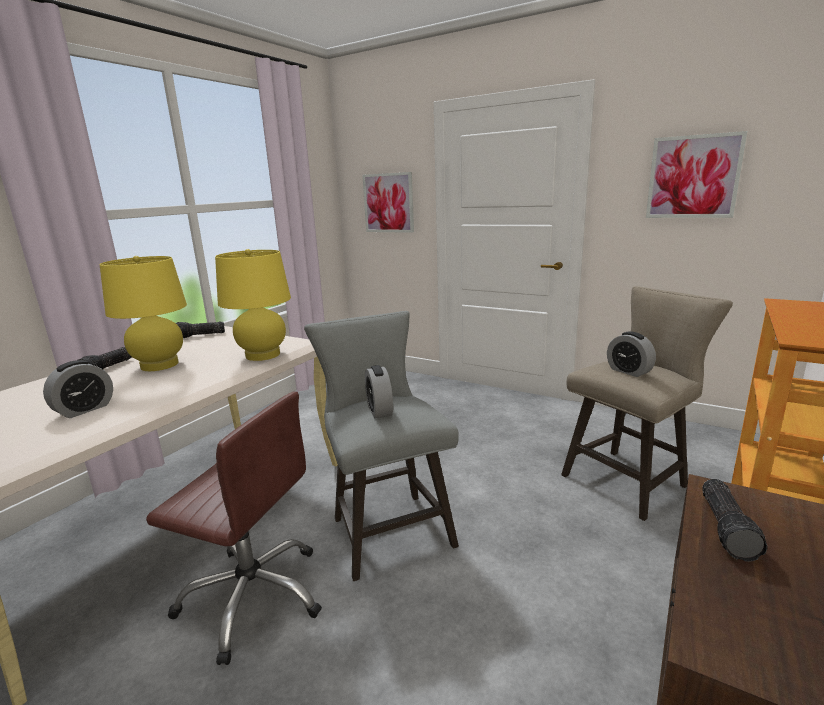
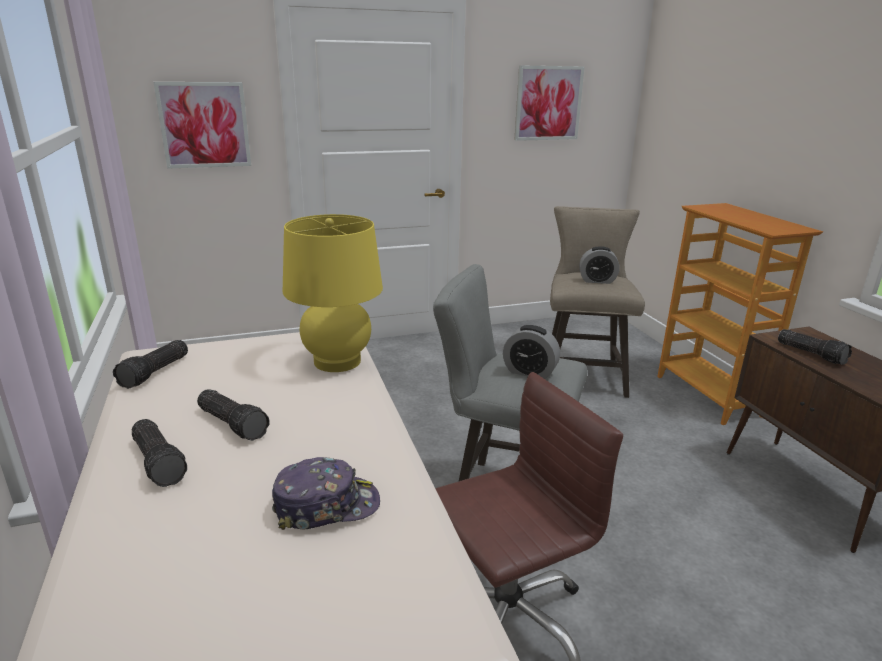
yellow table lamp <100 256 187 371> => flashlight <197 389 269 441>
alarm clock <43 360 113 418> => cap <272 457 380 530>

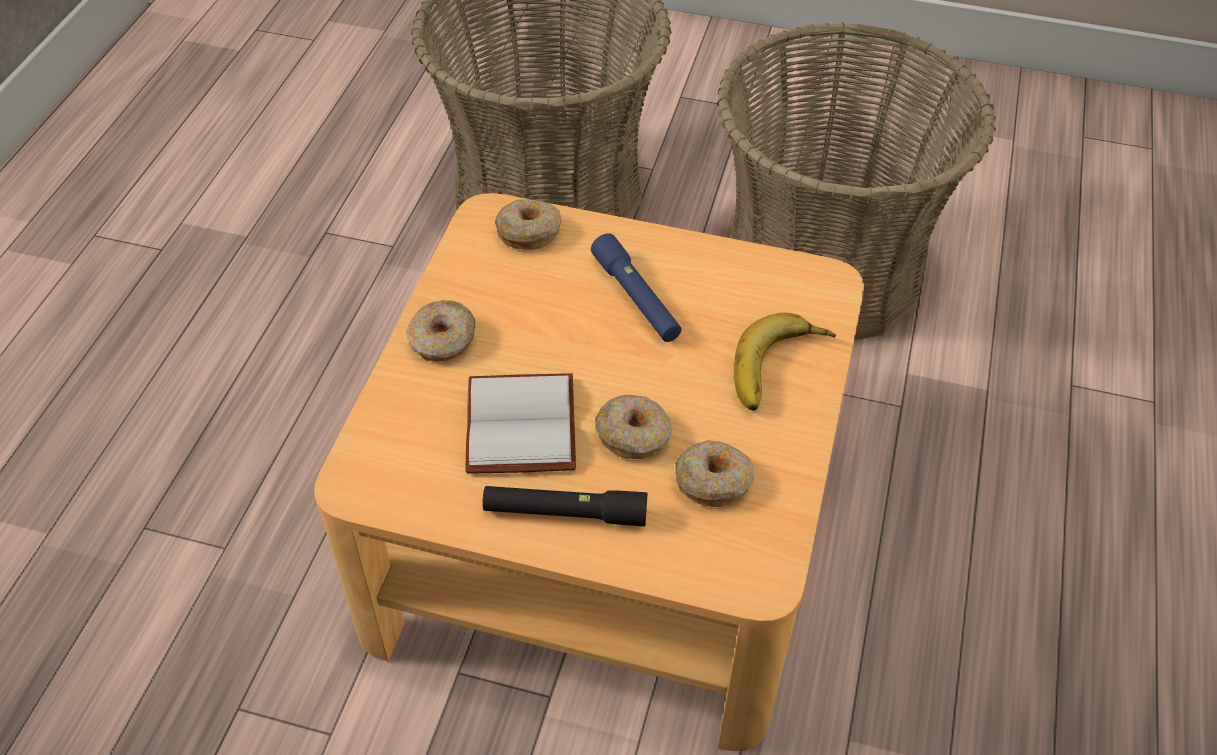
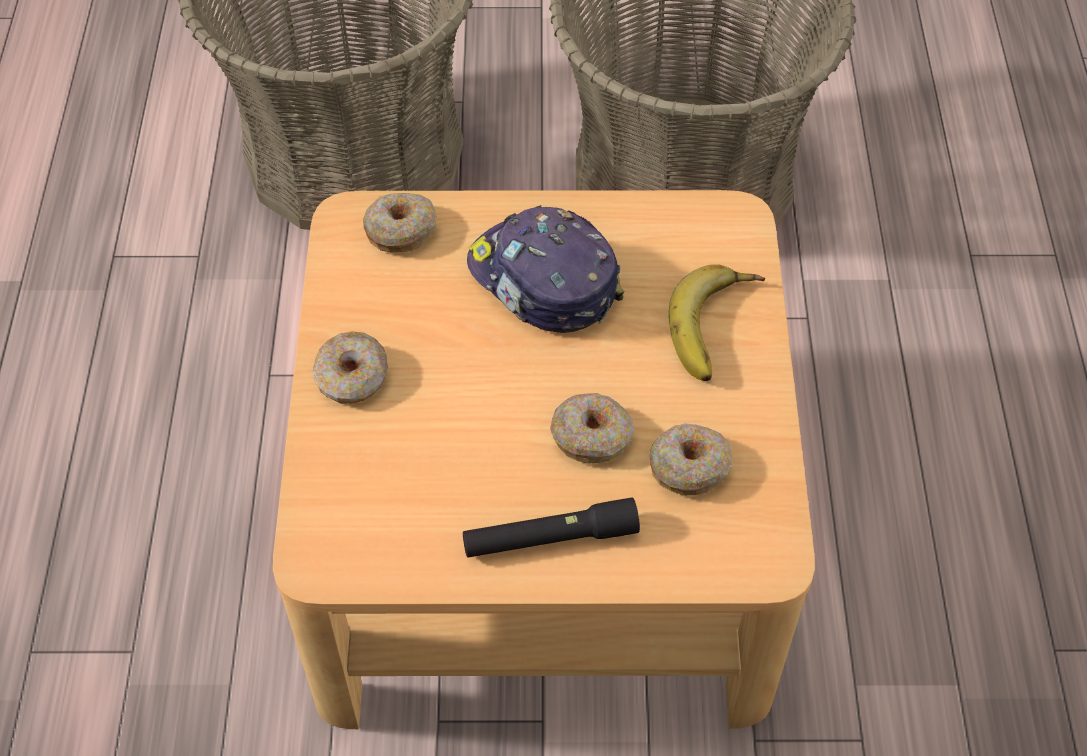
blue flashlight <591 233 682 342> => cap <467 205 625 333>
white book <465 373 576 474> => nothing

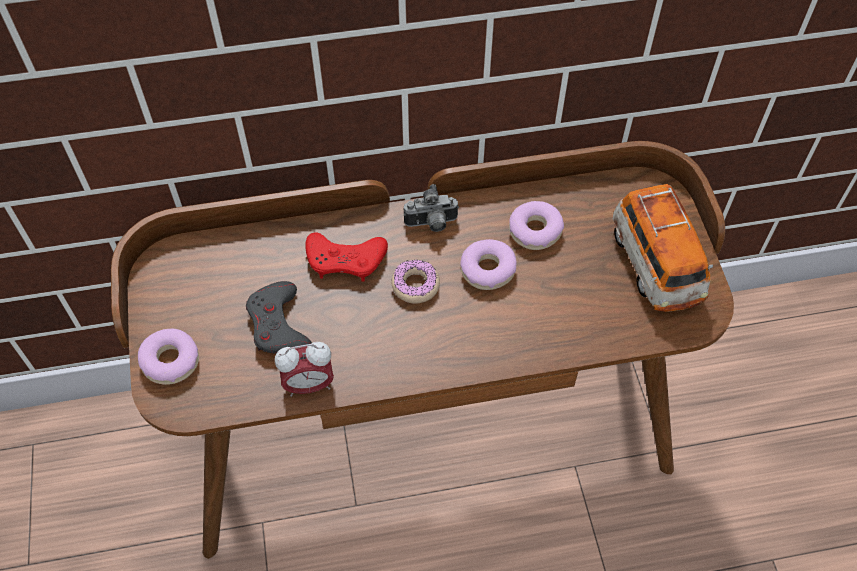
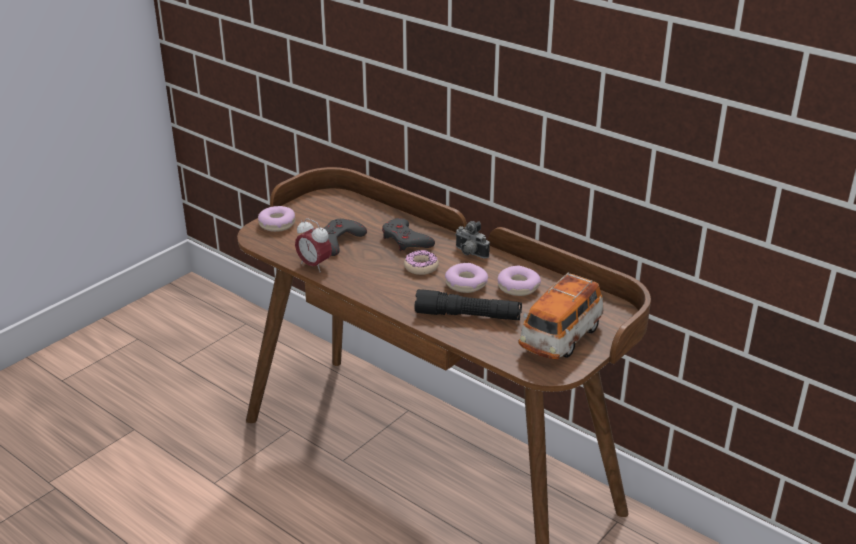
red game controller <305 233 388 282> => grey game controller <382 218 435 251>
nothing => black flashlight <415 289 522 320>

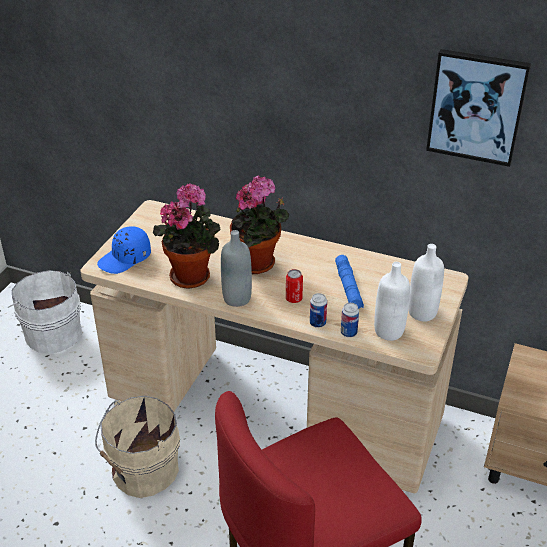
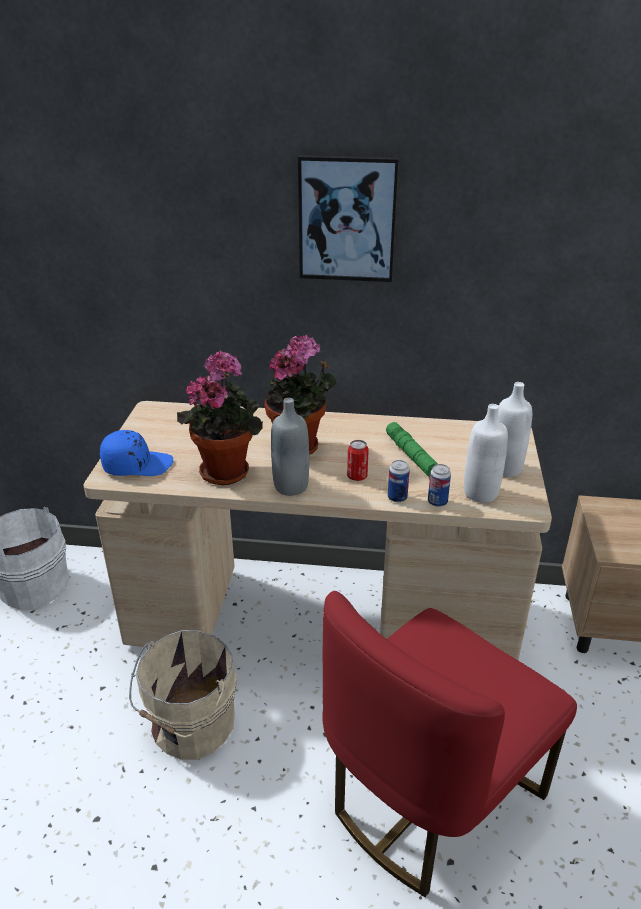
blue cap <97 226 151 274> => blue cap <100 430 173 476>, 135 degrees counterclockwise
picture <426 49 531 167> => picture <298 155 399 282>, move
blue flashlight <335 255 364 309> => green flashlight <386 422 438 477>

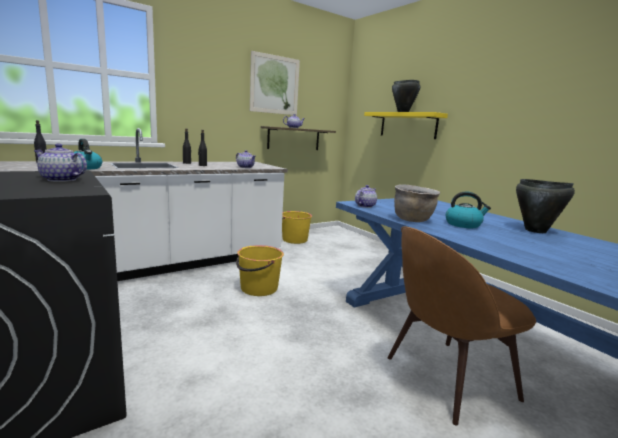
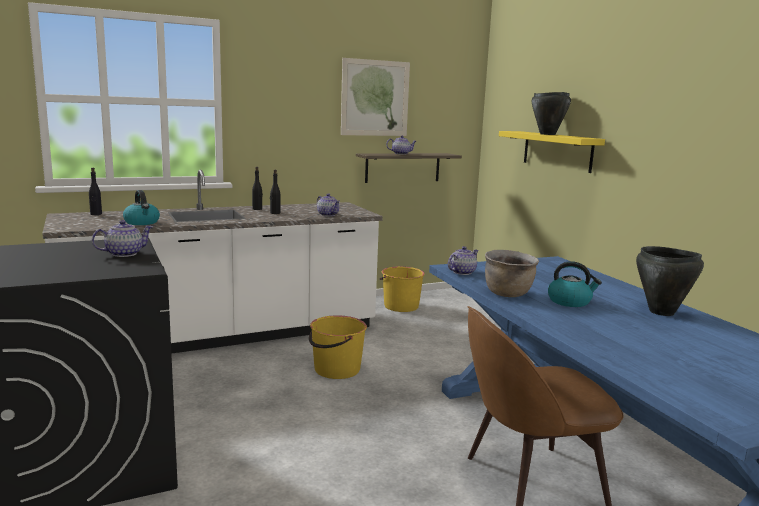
teapot <34 144 87 182> => teapot <92 220 153 257>, 120 degrees clockwise

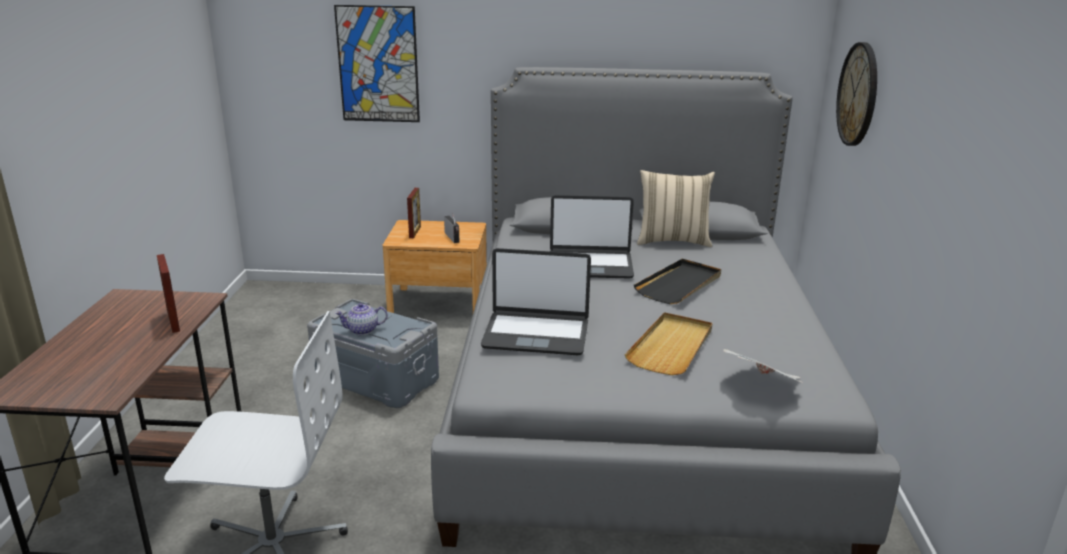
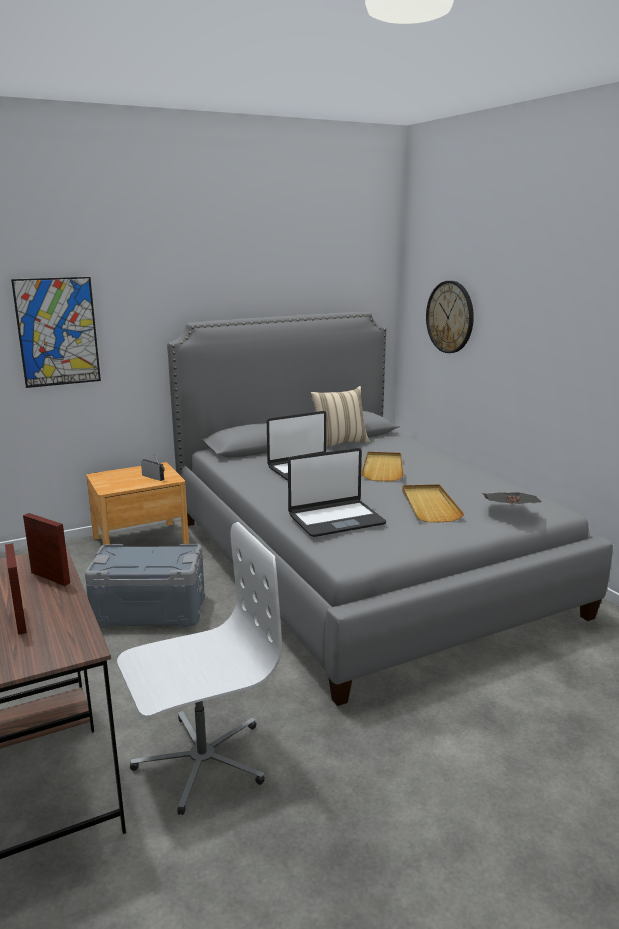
picture frame <407 188 421 238> => picture frame <5 543 27 635>, move
black tray <634 259 721 304> => beige tray <361 452 404 481>
teapot <335 303 388 335> => nothing

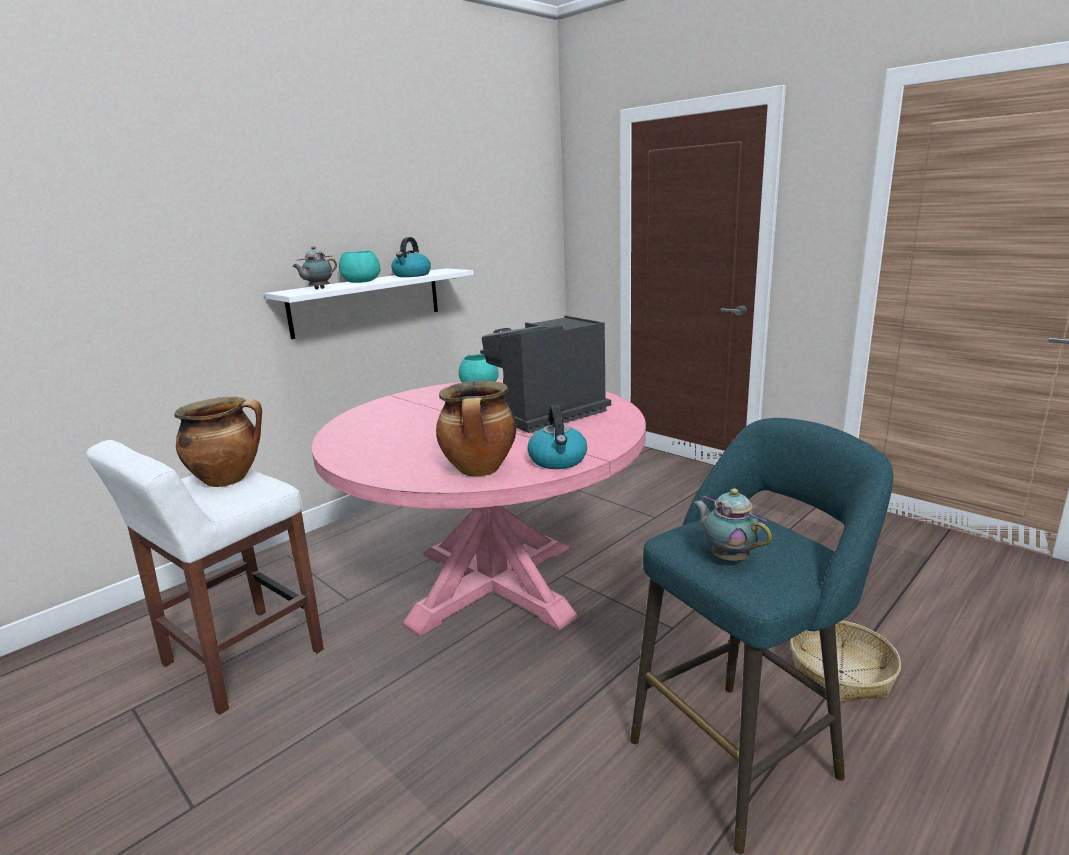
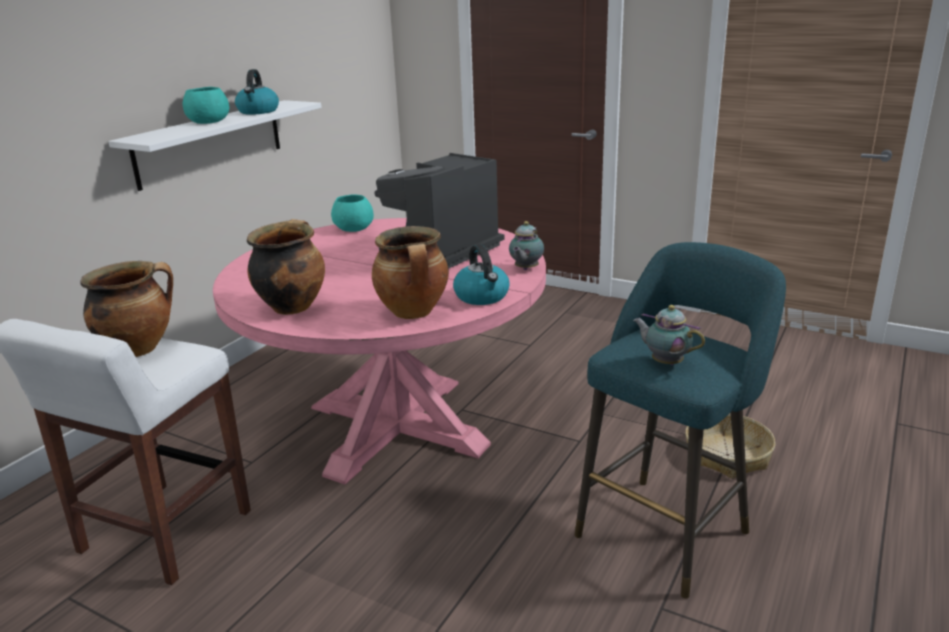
nothing => cooking pot <247 219 325 315>
teapot <292 246 337 290> => teapot <509 221 544 270>, move

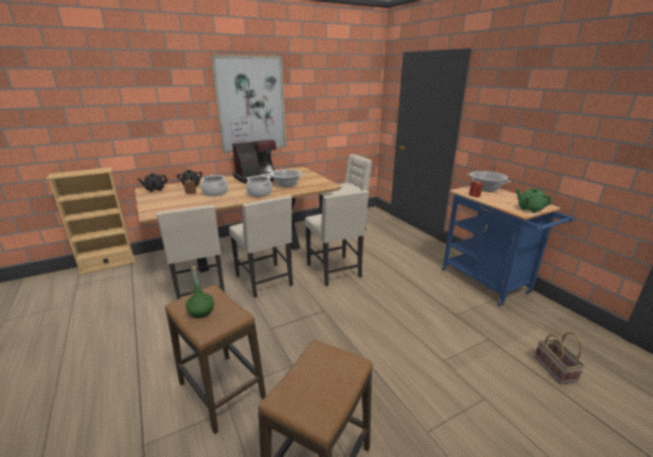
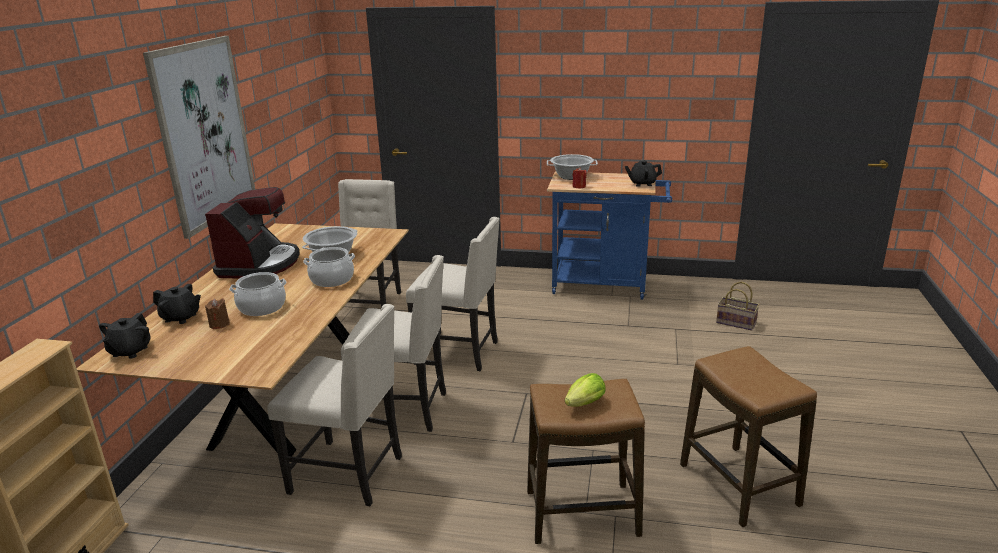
green bottle <186 266 214 318> => lettuce <565 373 606 407>
green teapot <516 189 552 213> => black teapot <625 161 662 187>

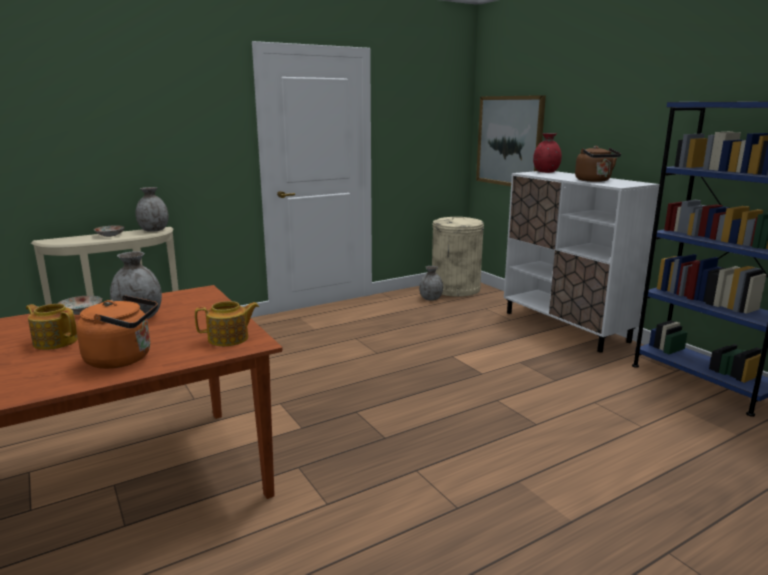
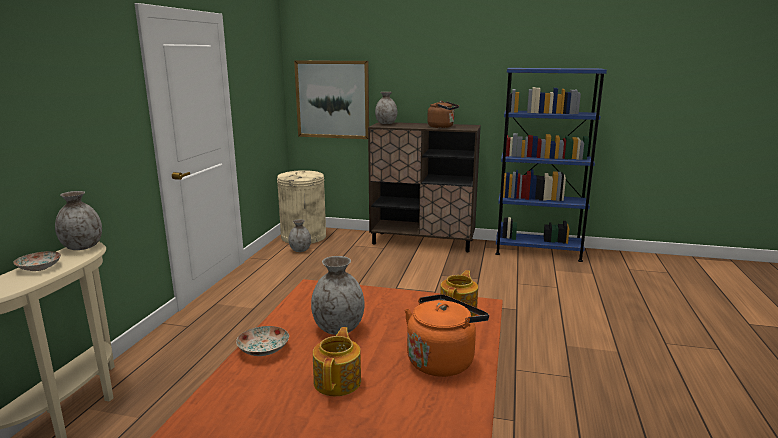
teapot <26 304 78 350> => teapot <313 327 361 396>, 120 degrees clockwise
white cabinet <504 171 659 353> => brown cabinet <368 122 481 252>
red vase <533 133 562 173> => grey vase <375 92 397 124>

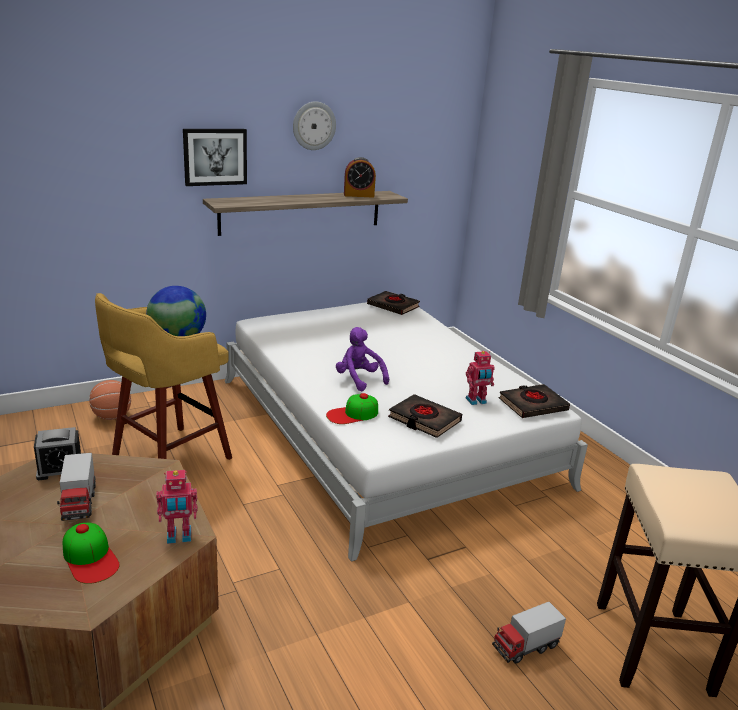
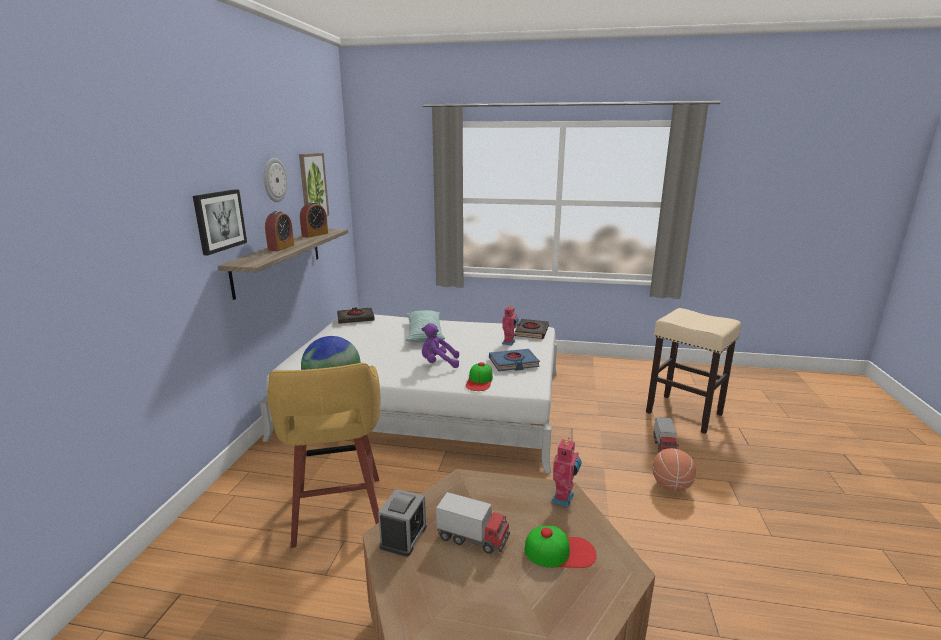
nothing => alarm clock <265 211 294 251>
nothing => picture <299 153 329 216>
nothing => pillow <406 310 445 342>
black book <388 394 462 438> => blue book <489 349 540 371>
basketball <89 380 131 420> => basketball <652 448 696 491>, move

